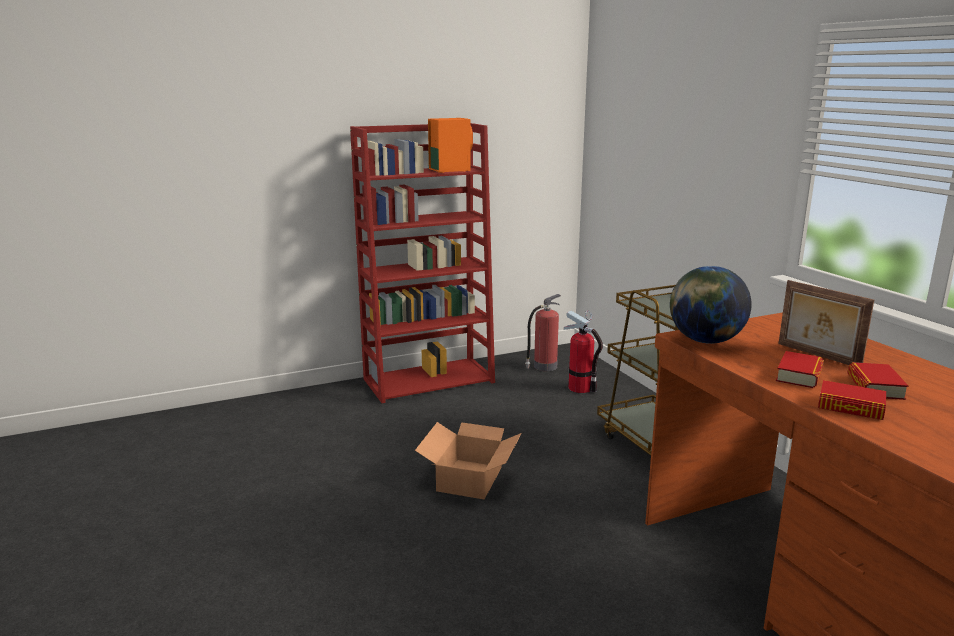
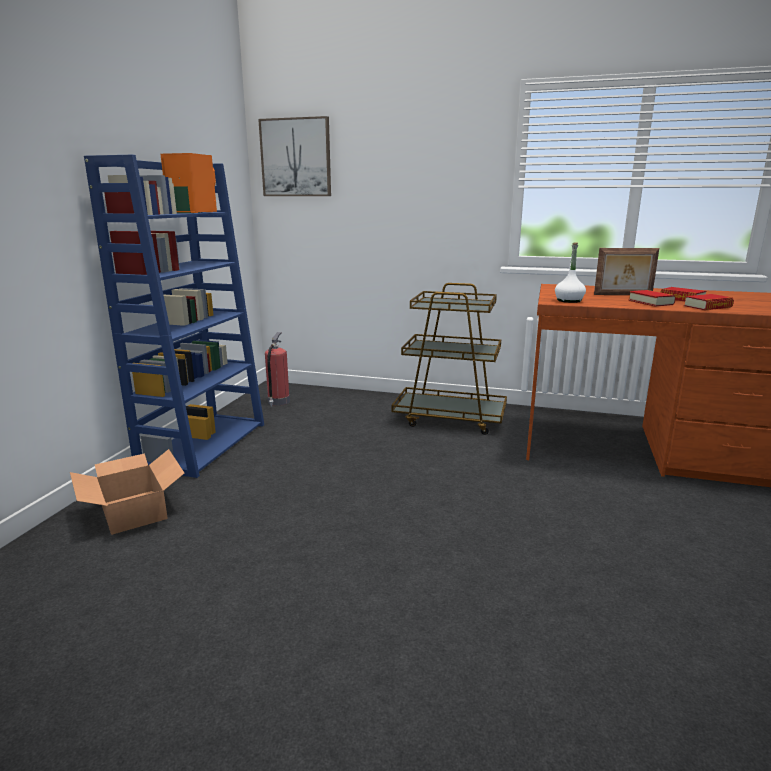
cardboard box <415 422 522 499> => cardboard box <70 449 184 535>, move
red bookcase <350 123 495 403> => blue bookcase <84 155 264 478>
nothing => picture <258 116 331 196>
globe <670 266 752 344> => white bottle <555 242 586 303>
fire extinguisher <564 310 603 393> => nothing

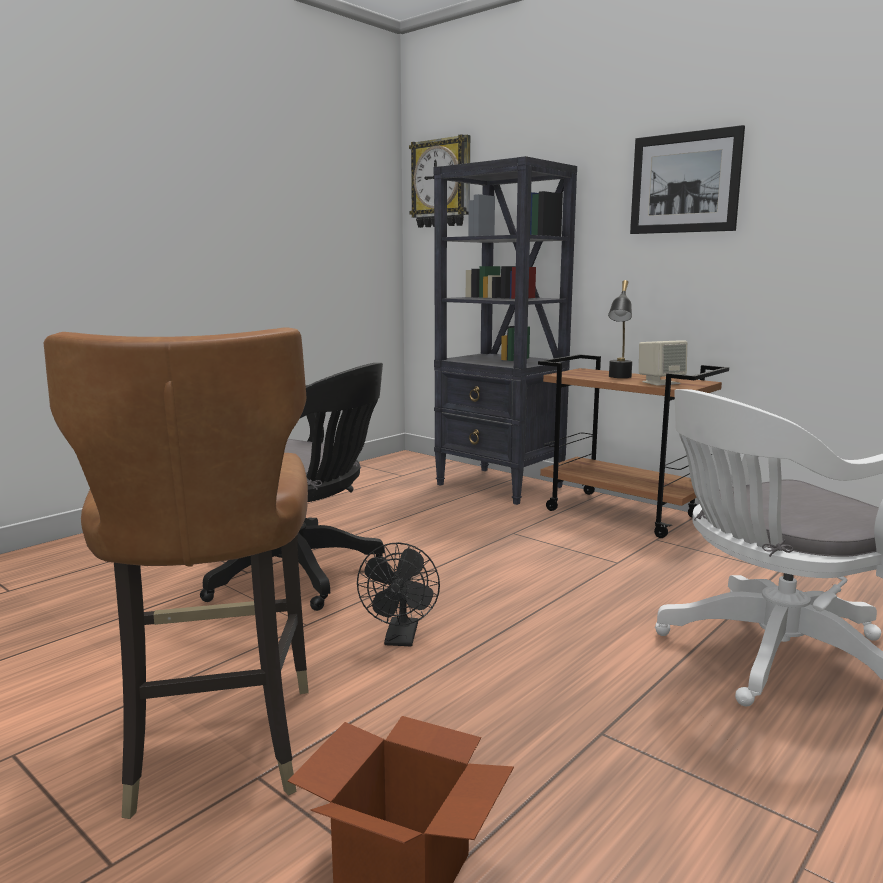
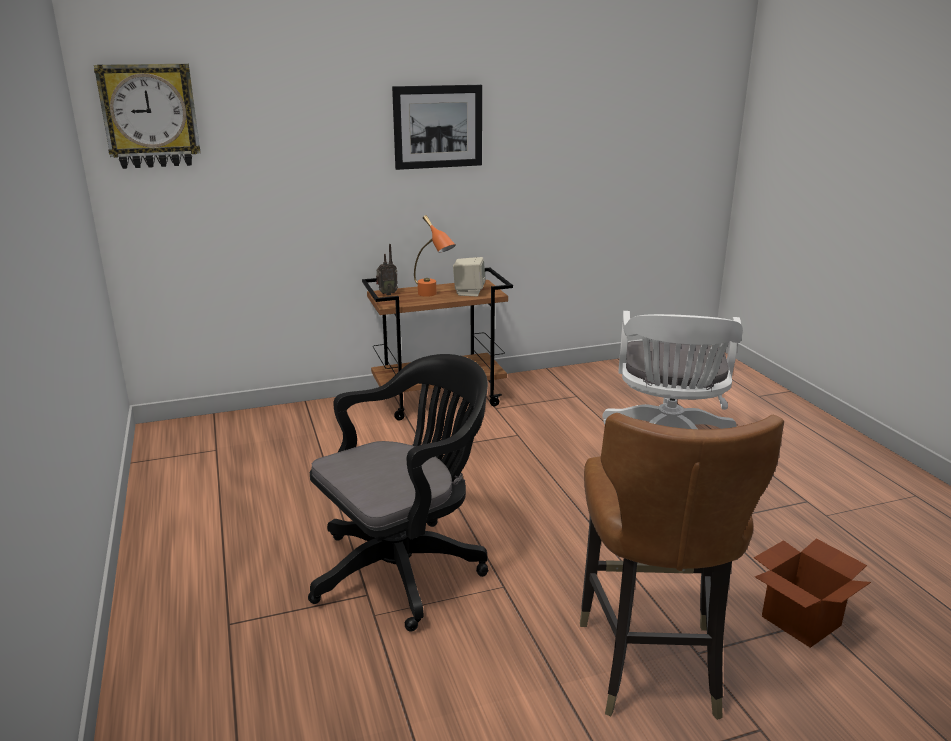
nothing => radio <376 244 398 295>
black table lamp <608 280 632 378> => orange table lamp <414 215 456 297>
brown chair <44 328 309 819> => brown chair <580 413 784 720>, 75 degrees clockwise
black fan <357 542 440 646> => nothing
black bookcase <434 156 577 505> => nothing

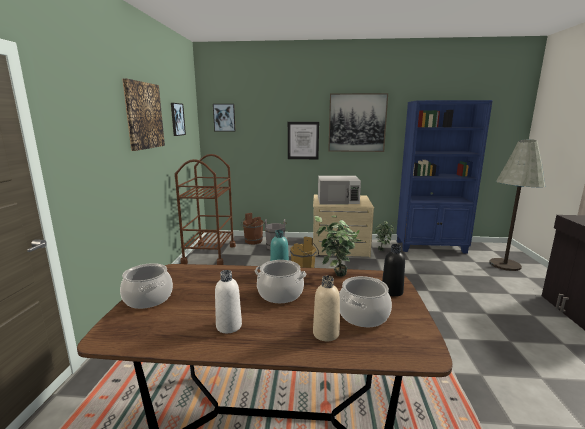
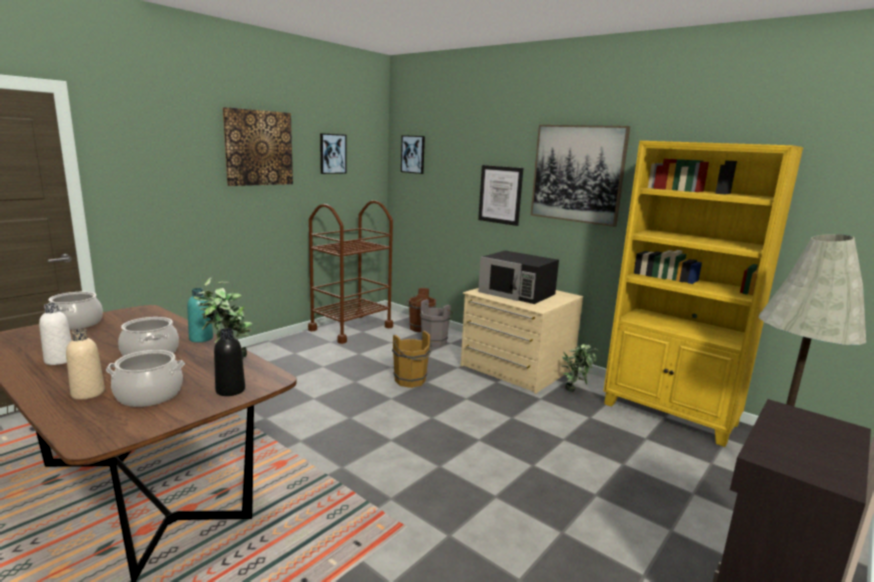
white microwave <318 176 361 204> => black microwave <478 250 559 304>
blue bookcase <397 100 493 254> => yellow bookcase <603 141 803 447>

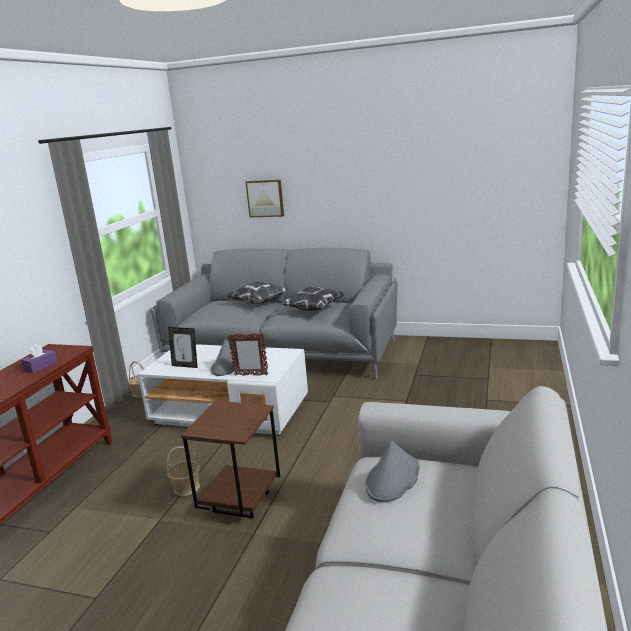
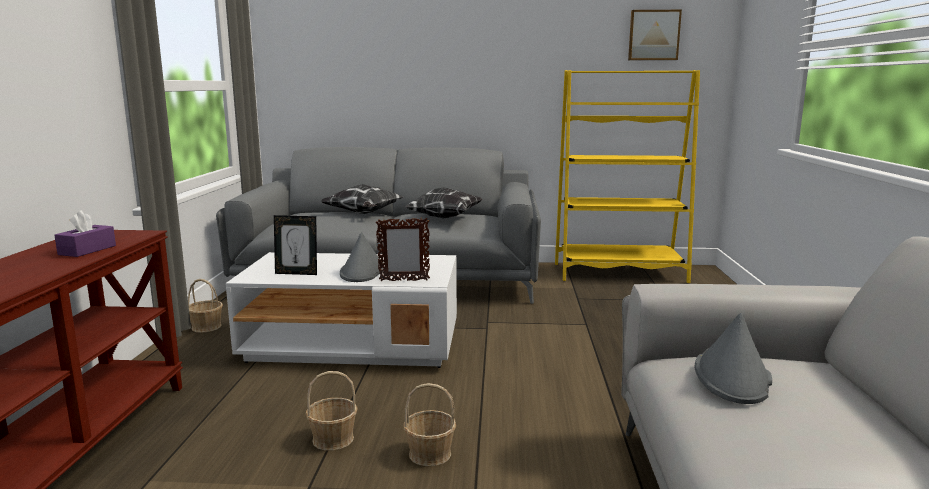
brown side table <181 401 280 518> => basket <403 383 456 466>
nothing => yellow bookcase <555 70 700 283>
picture <246 180 284 217> => picture <628 10 682 60>, move

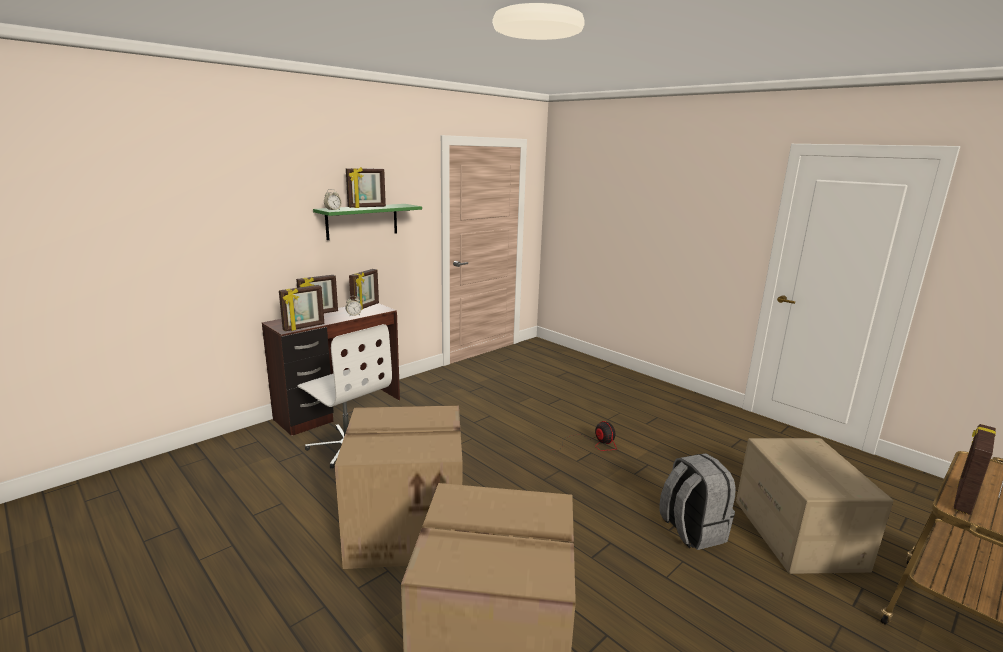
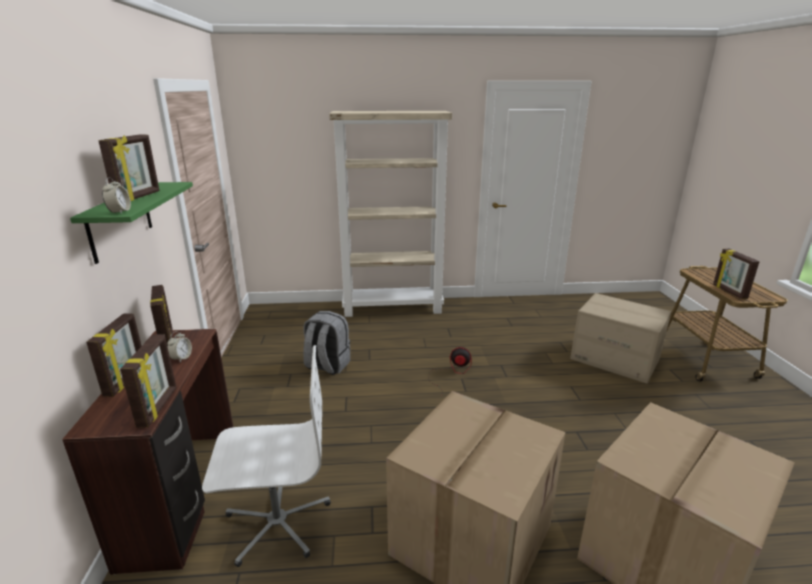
grey backpack <659 453 736 550> => grey backpack <303 311 350 375>, move
nothing => beige bookcase <329 111 452 317>

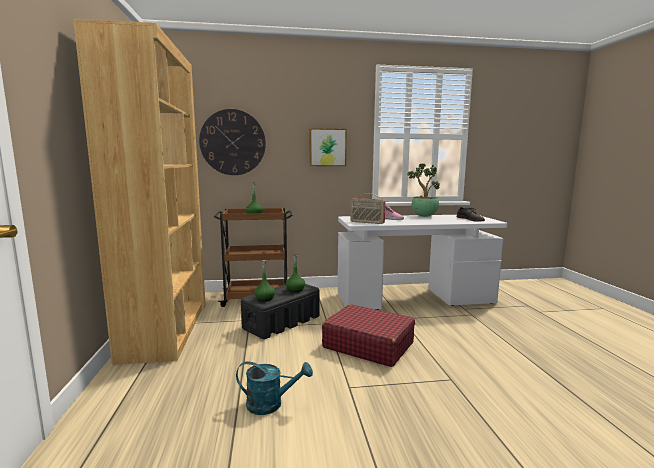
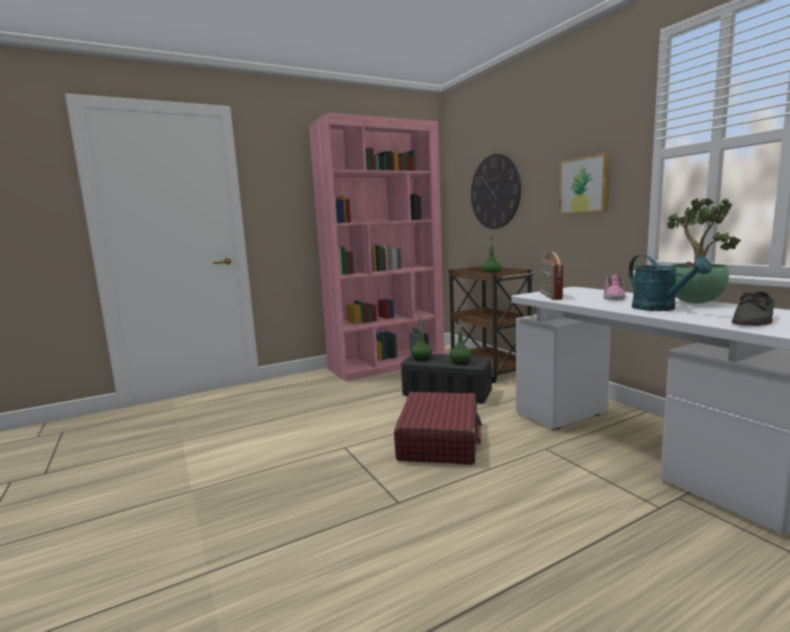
brown bookcase <73 19 206 365> => pink bookcase <309 113 444 381>
turquoise watering can <236 361 313 415> => turquoise watering can <629 255 712 311>, move

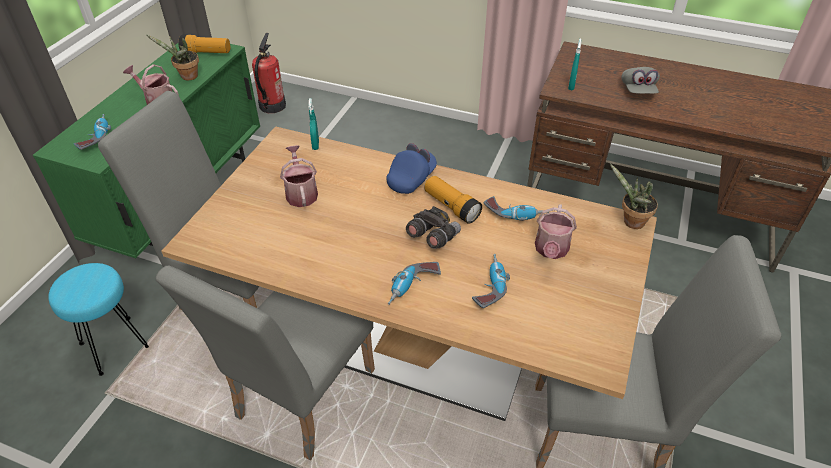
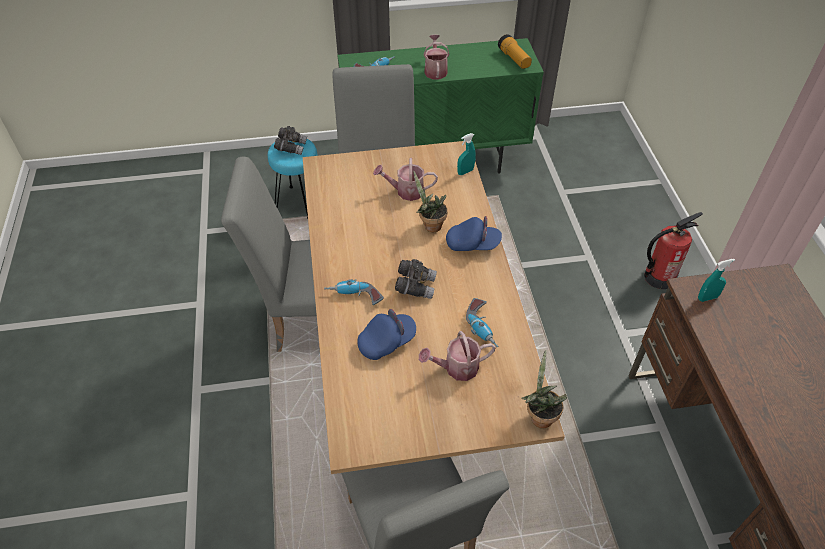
nothing => grey binoculars <274 126 307 155>
power drill <472 254 510 308> => blue cap <357 309 416 360>
watering can <280 145 318 207> => watering can <373 158 438 201>, 135 degrees counterclockwise
potted plant <146 35 199 81> => potted plant <413 171 448 232>, move
fire extinguisher <252 33 286 113> => fire extinguisher <644 212 703 289>, move
flashlight <425 175 482 224> => nothing
grey cap <621 67 660 94> => nothing

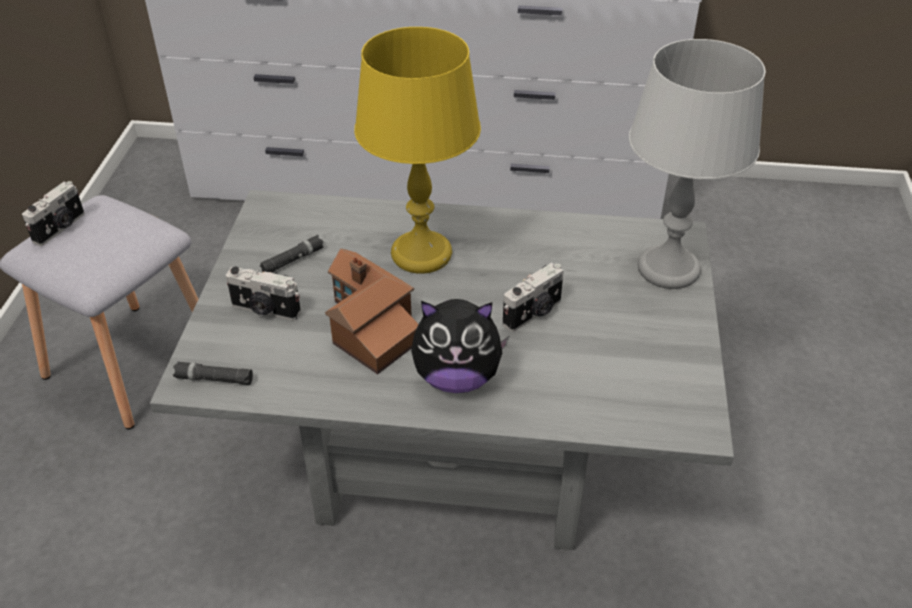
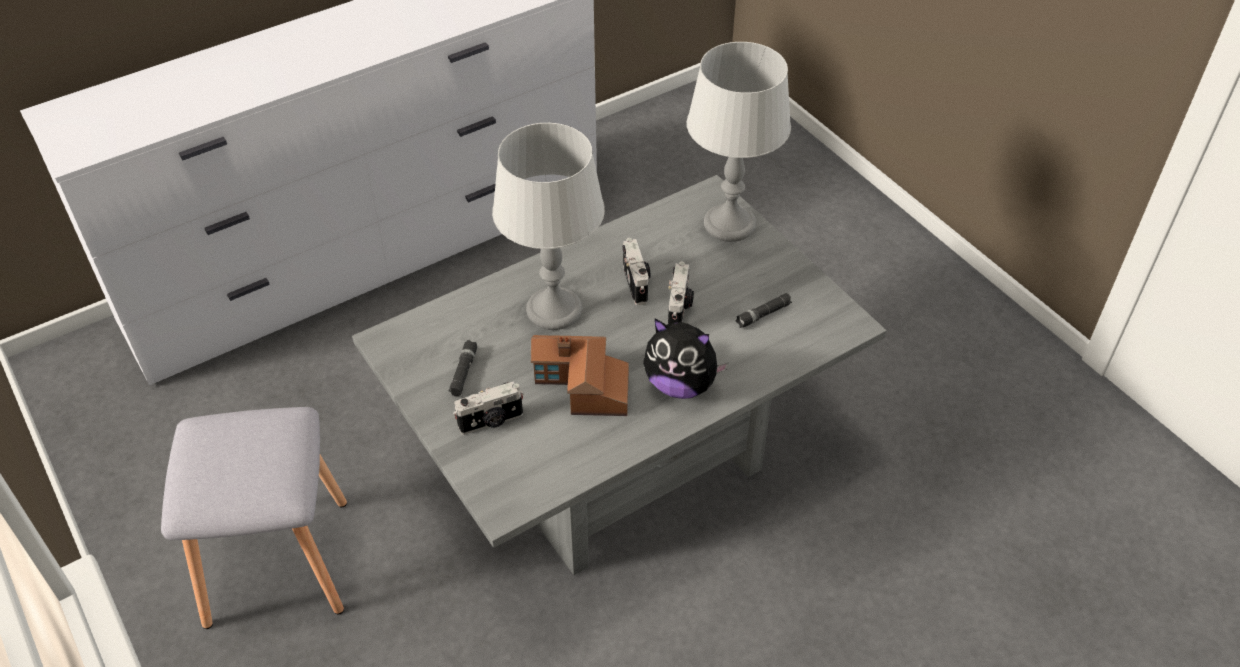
yellow table lamp <354 27 481 274> => grey table lamp <492 123 605 330>
photo camera <22 181 84 246> => photo camera <622 238 651 305>, move
plush toy <411 299 509 393> => plush toy <643 319 729 399>, 60 degrees clockwise
black flashlight <173 362 253 385> => black flashlight <736 293 792 328>, move

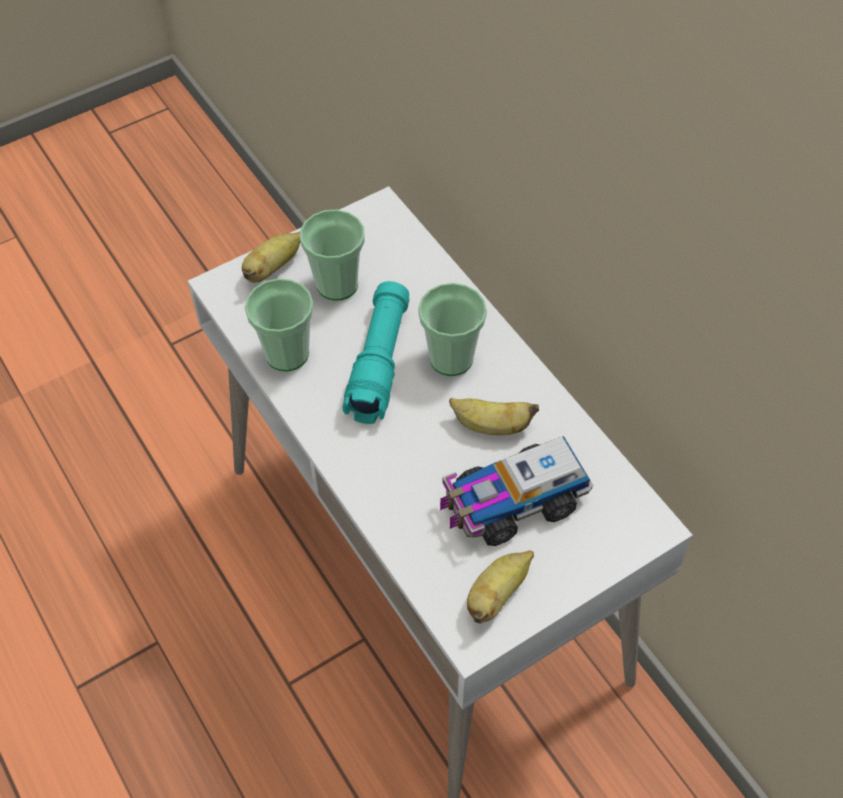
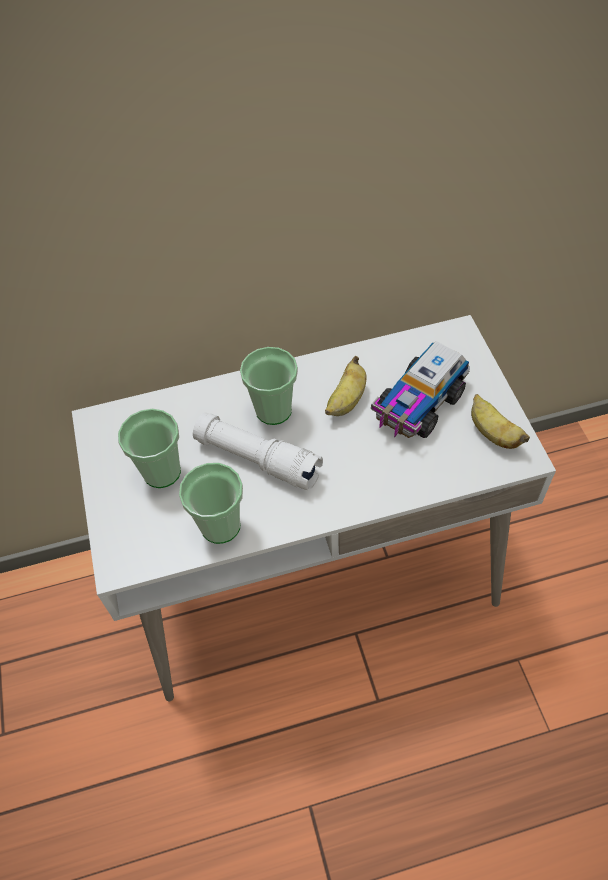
turquoise flashlight <342 281 409 424> => white flashlight <193 413 323 491>
toy truck <440 436 593 546> => toy truck <371 341 470 438>, 45 degrees clockwise
banana <242 232 300 283> => nothing

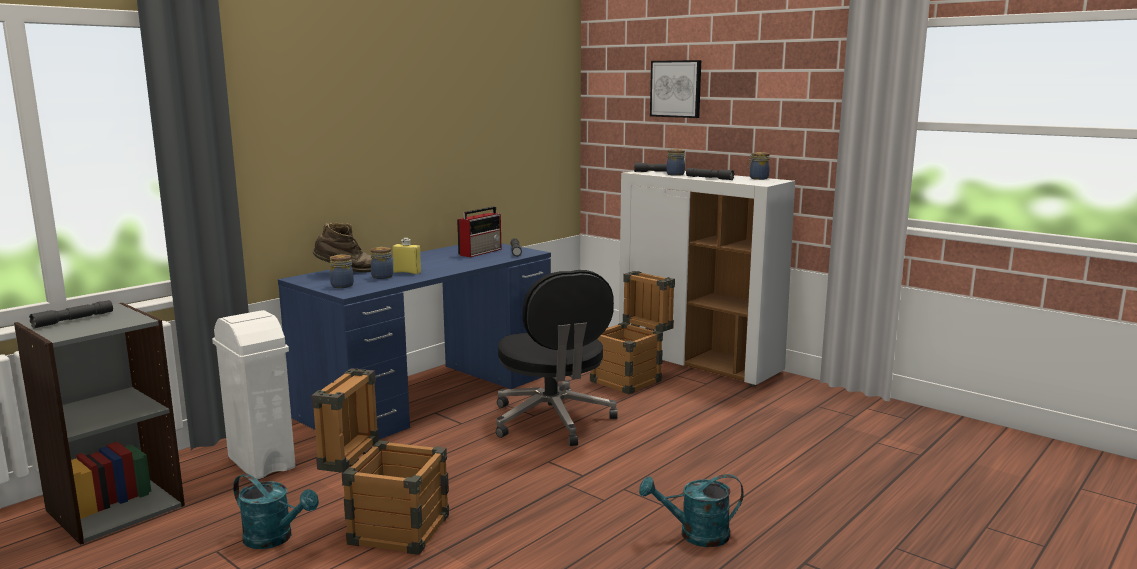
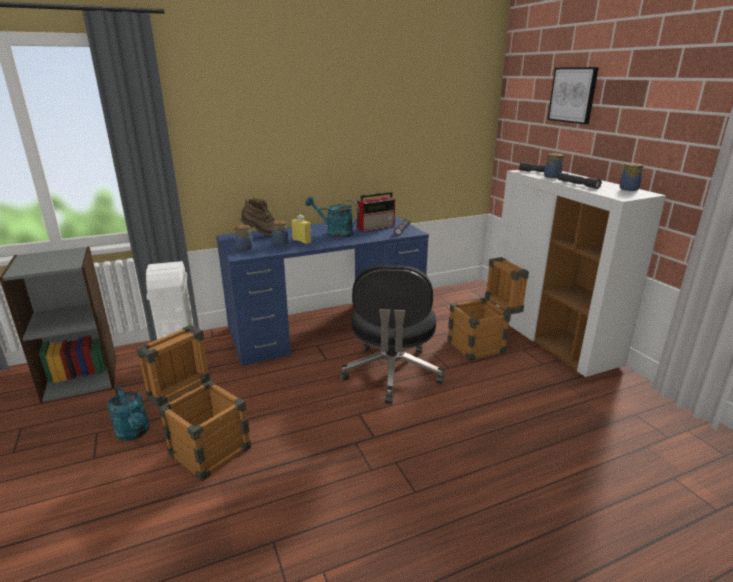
turquoise watering can <639 474 744 547> => turquoise watering can <305 196 360 238>, move
grey flashlight <29 300 113 329> => nothing

